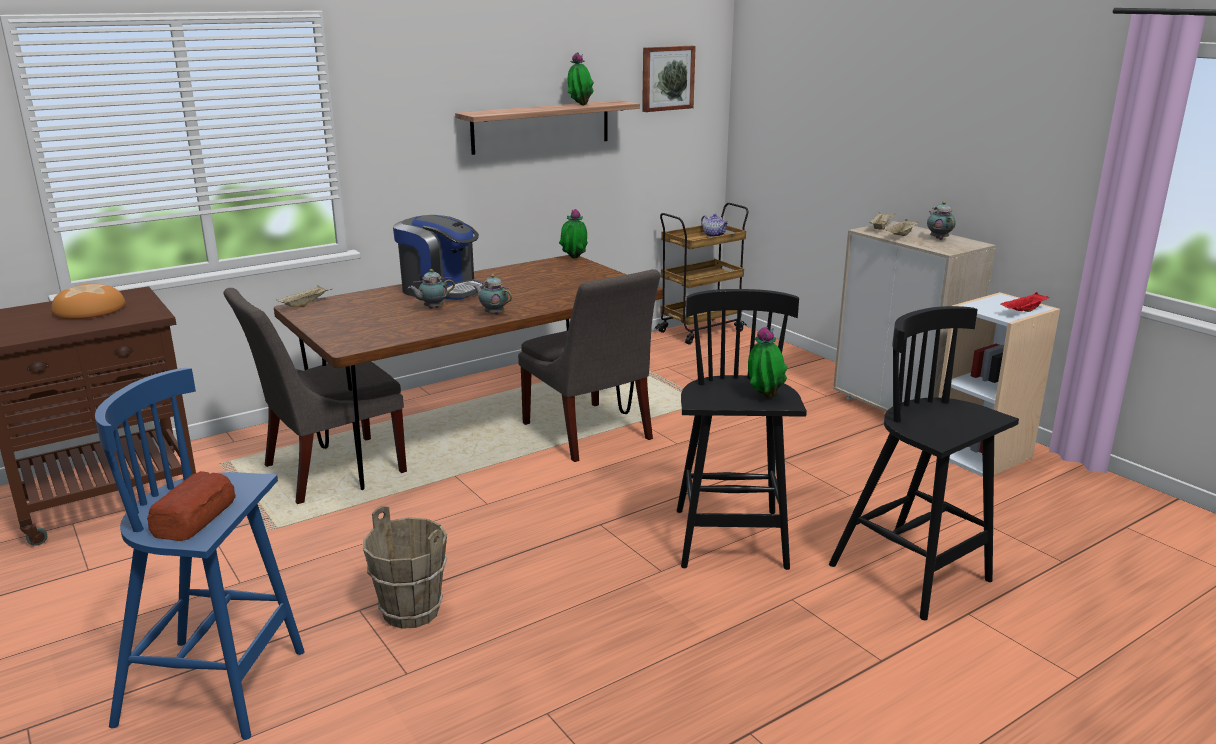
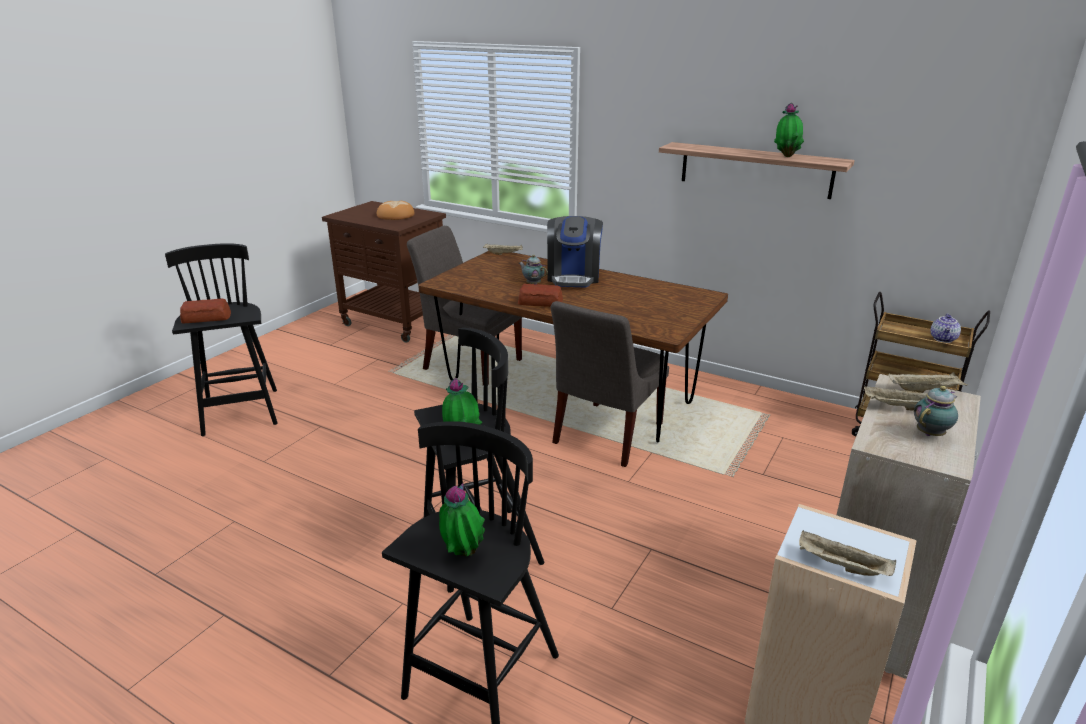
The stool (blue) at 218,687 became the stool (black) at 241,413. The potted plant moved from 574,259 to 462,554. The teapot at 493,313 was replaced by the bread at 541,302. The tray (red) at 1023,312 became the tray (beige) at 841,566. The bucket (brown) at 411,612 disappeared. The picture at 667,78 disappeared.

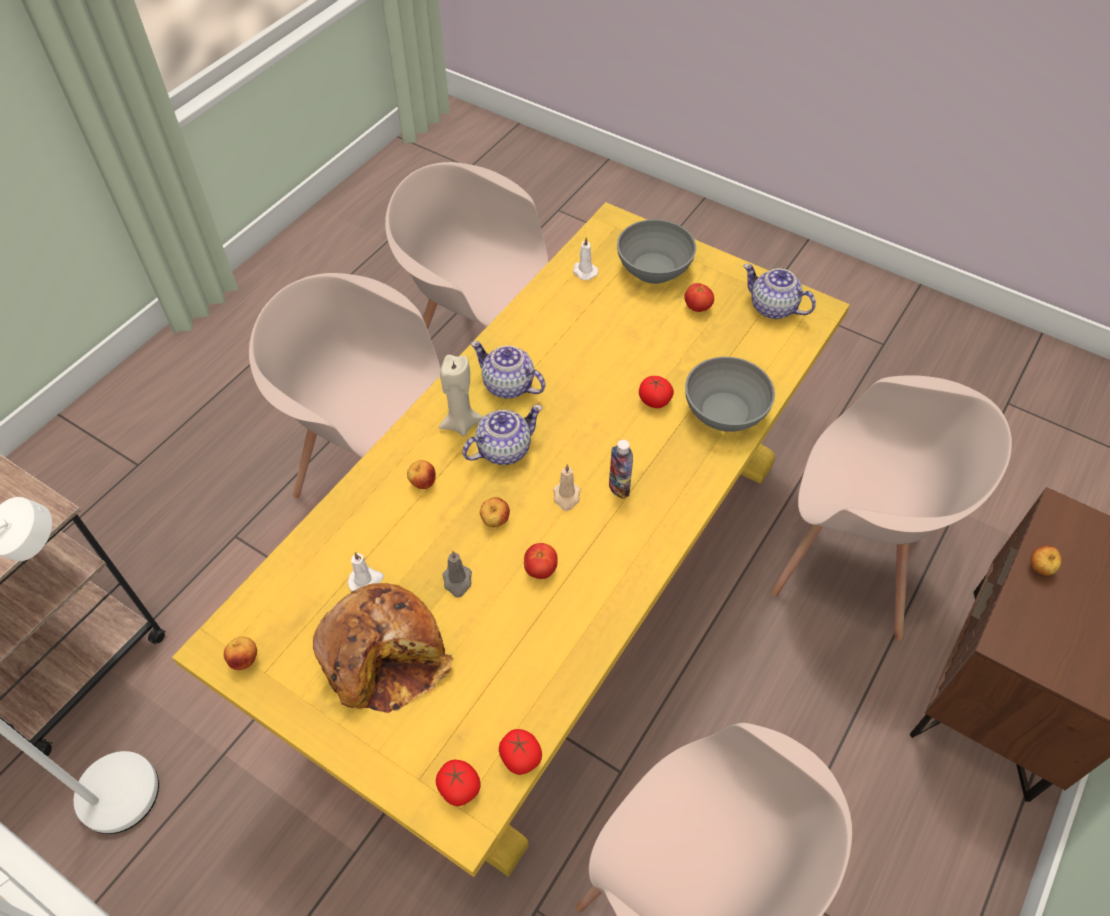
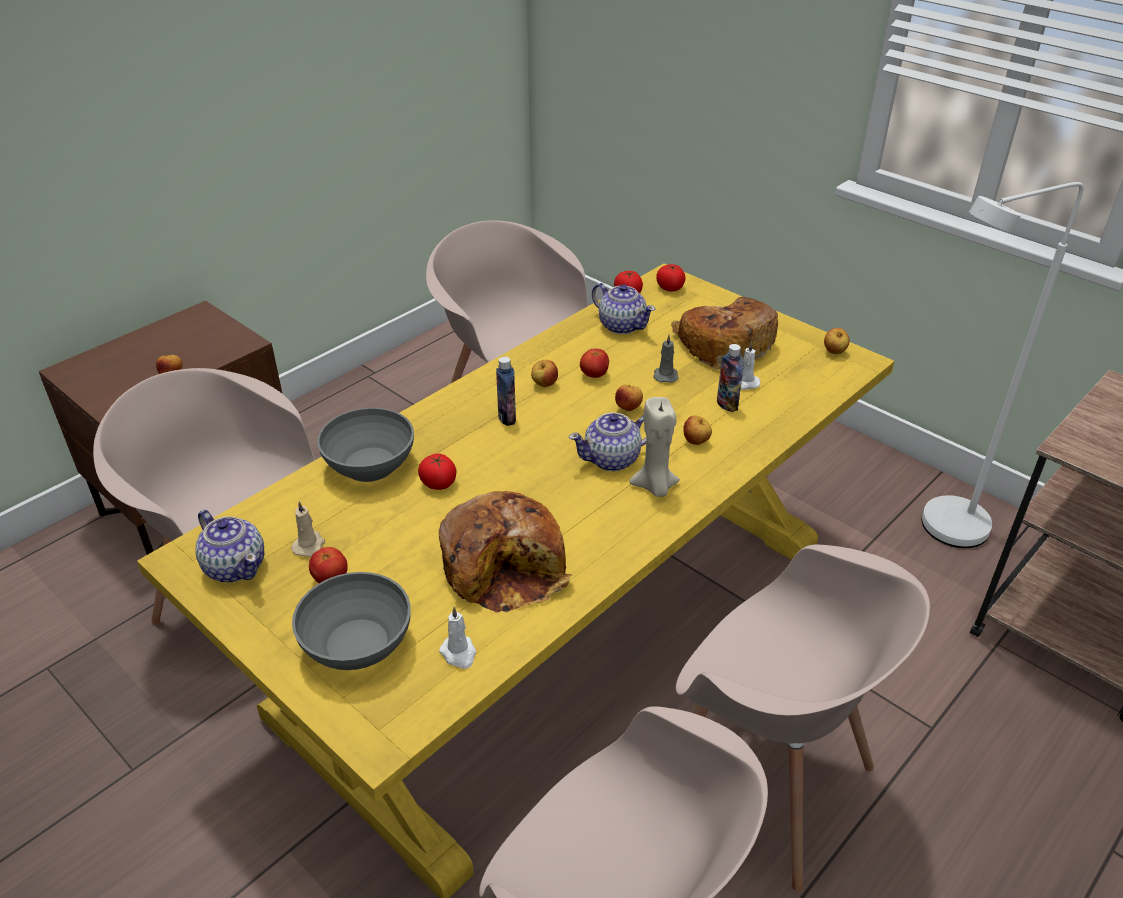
The candle (beige) moved from 566,497 to 309,545. The bread at 505,566 appeared. The apple at 544,384 appeared. The teapot moved from 508,386 to 621,325. The bottle at 727,405 appeared.

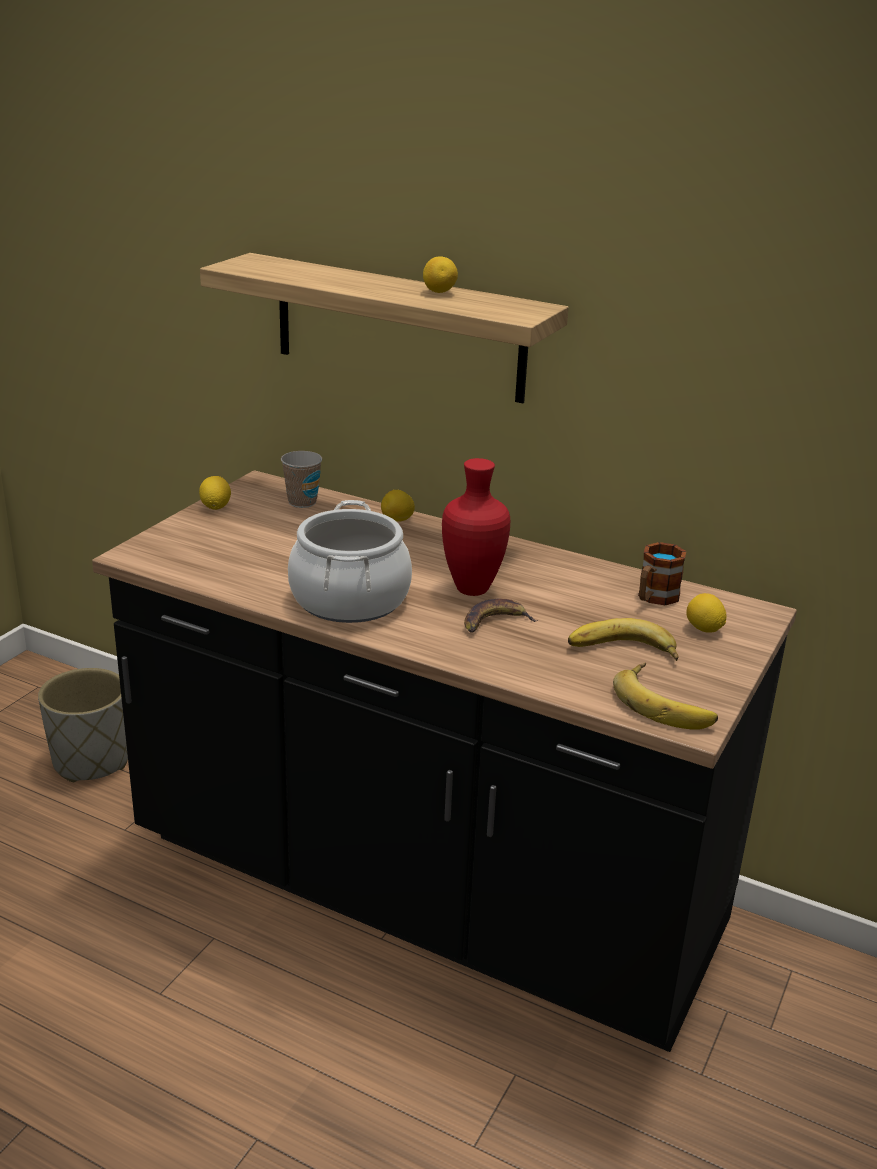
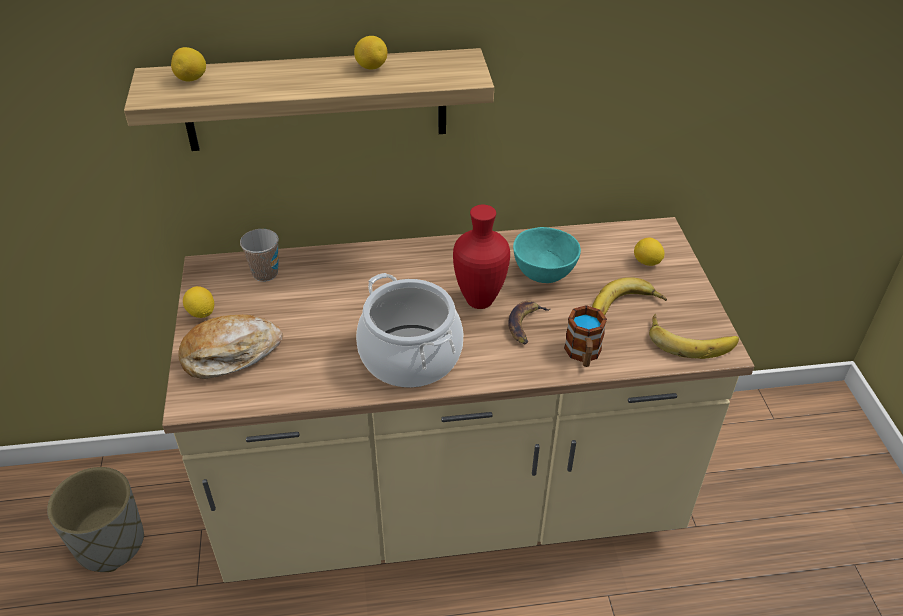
The counter (black) at 426,890 became the counter (beige) at 449,501. The lemon moved from 397,520 to 192,79. The bread at 230,354 appeared. The bowl (turquoise) at 543,274 appeared. The mug moved from 654,598 to 583,354.

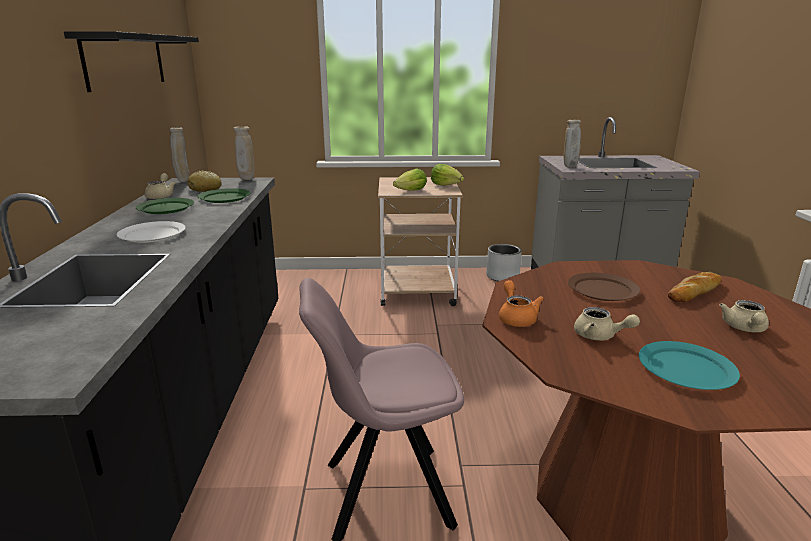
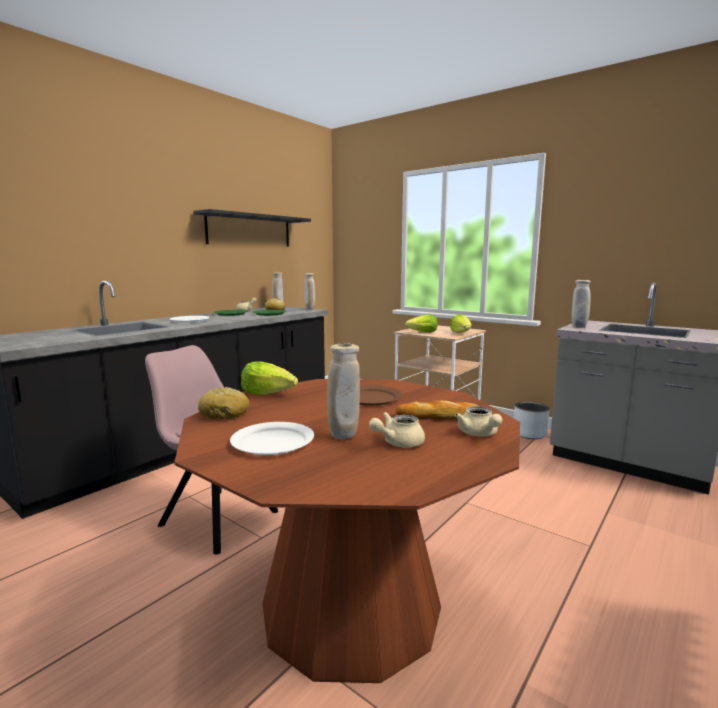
The bread at 225,414 appeared. The plate (turquoise) at 686,369 became the plate (white) at 273,442. The teapot (orange) at 516,317 was replaced by the lettuce at 268,394. The vase (beige) at 343,436 appeared. The teapot (beige) moved from 600,336 to 479,434.

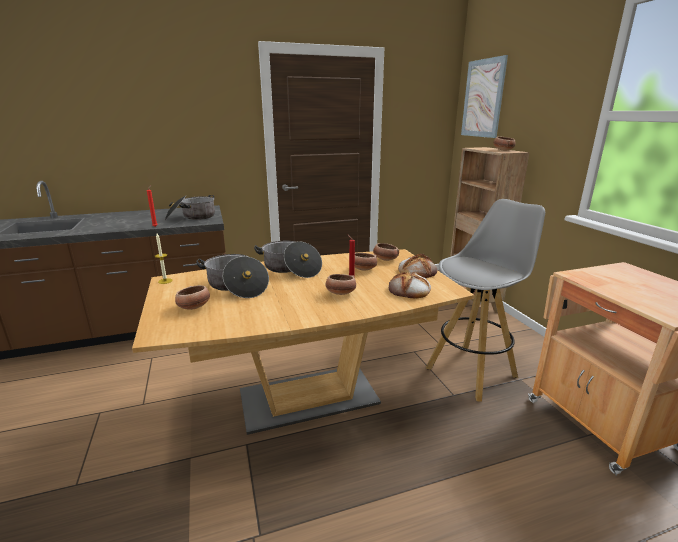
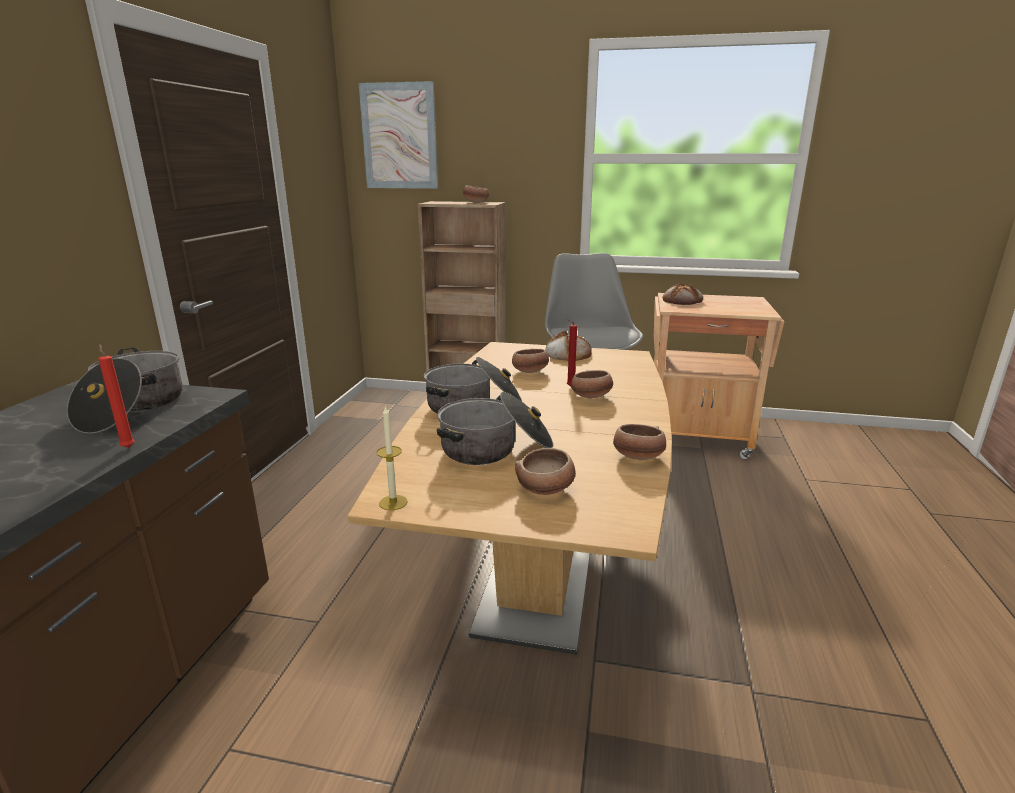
The bowl moved from 385,259 to 637,457. The bread moved from 409,290 to 682,300.

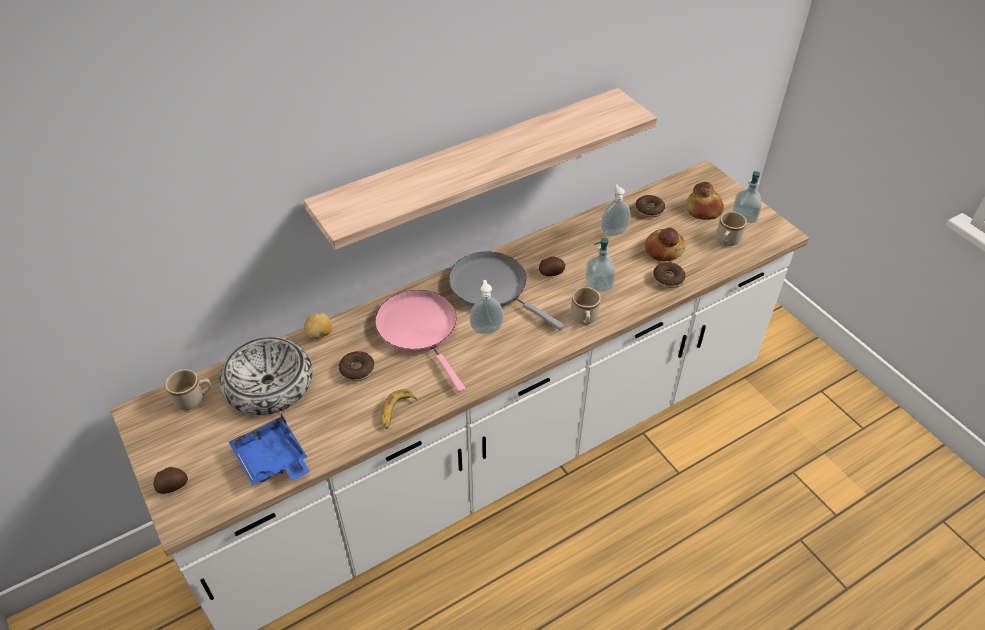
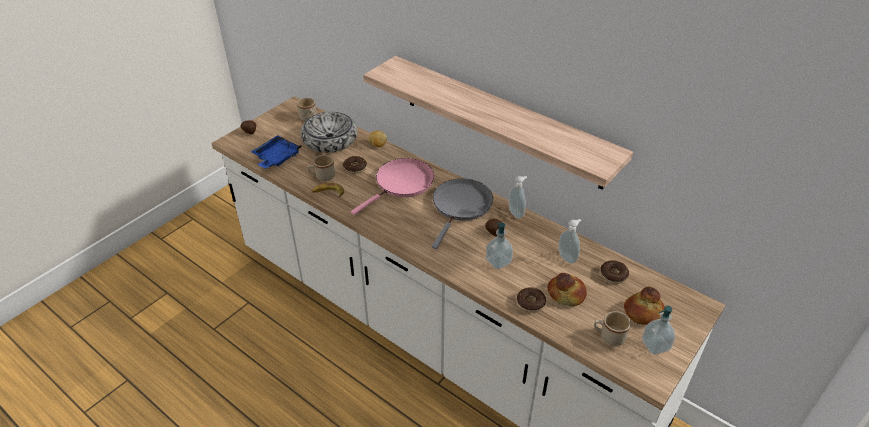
The mug (beige) moved from 584,319 to 322,176. The soap dispenser moved from 486,329 to 516,213.

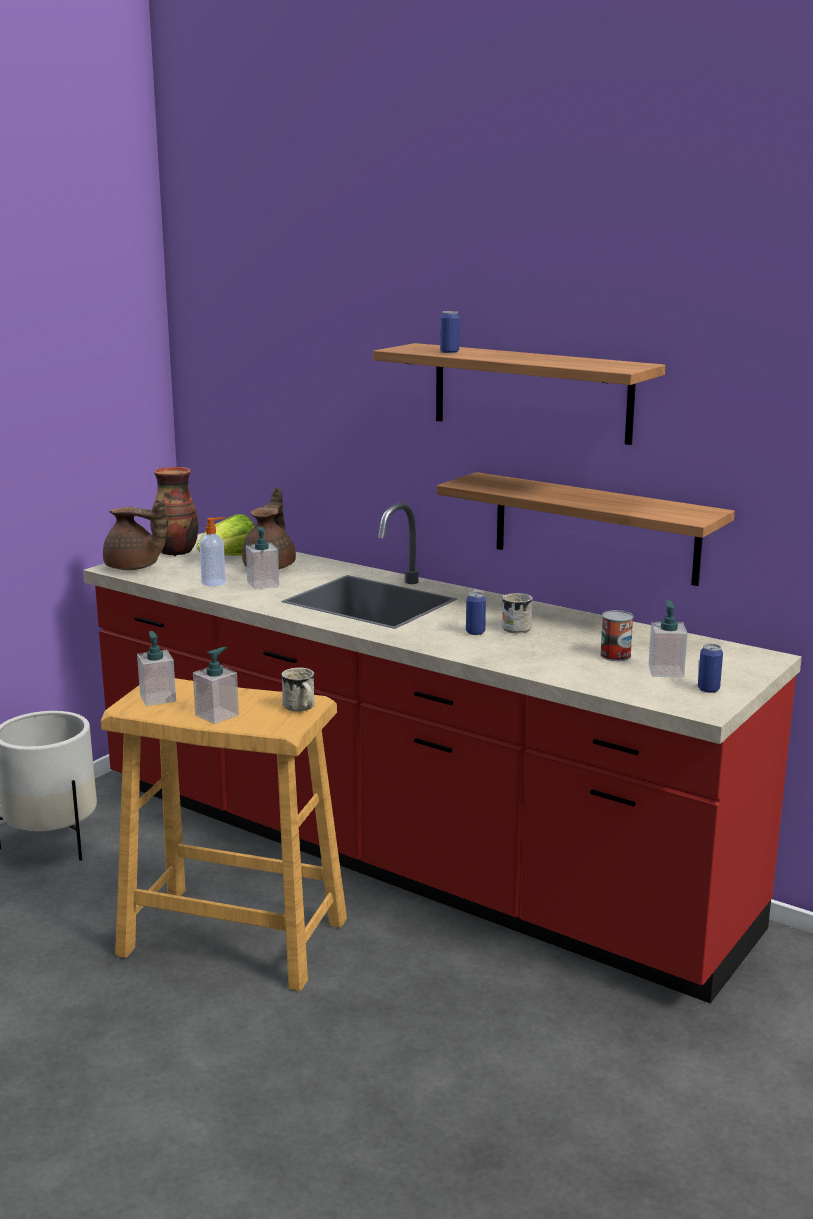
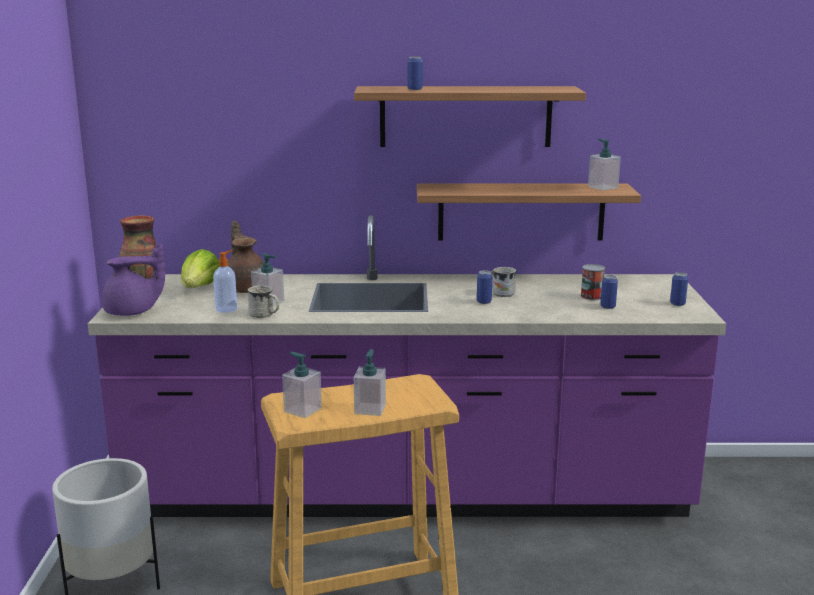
The counter (red) at 406,858 became the counter (purple) at 407,495. The teapot (brown) at 134,568 became the teapot (purple) at 133,312. The mug (white) moved from 300,708 to 264,315. The soap dispenser moved from 666,671 to 602,187. The can at 608,306 appeared.

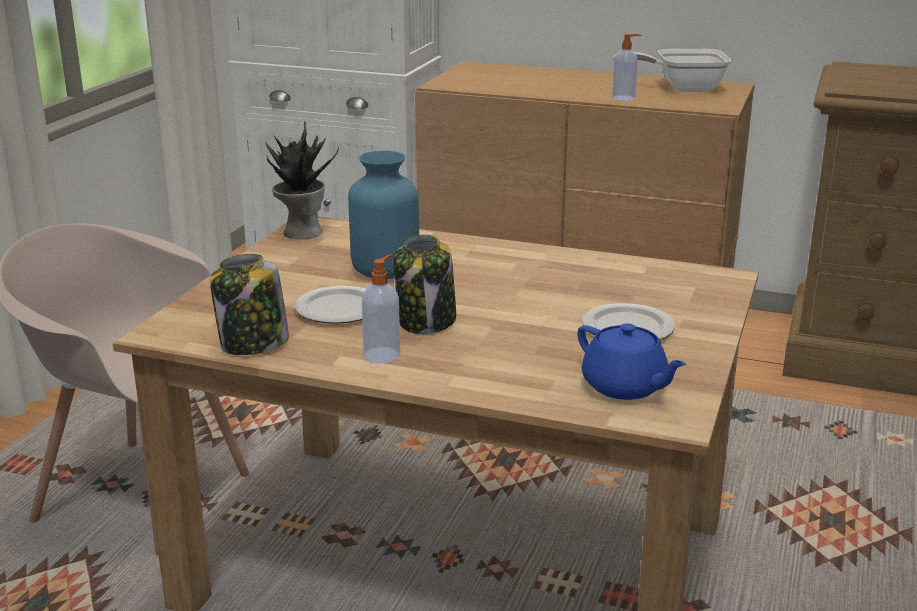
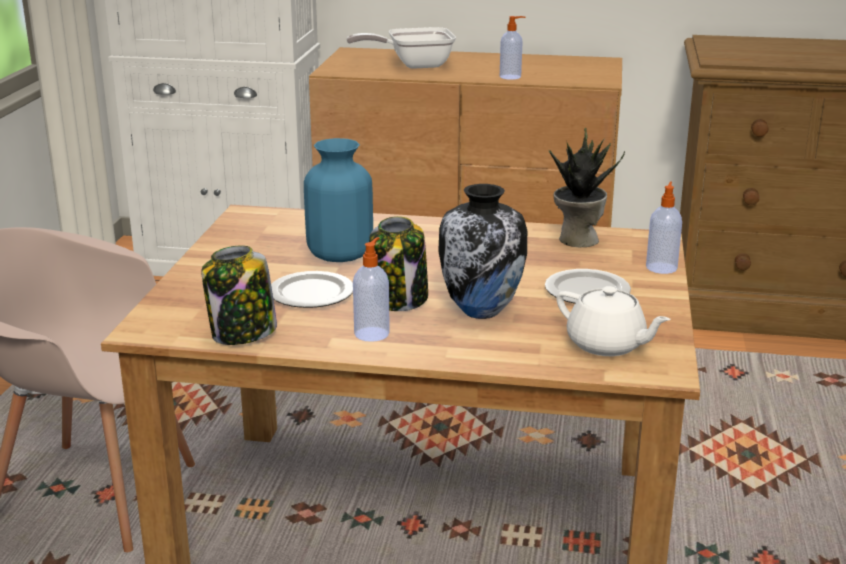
The frying pan moved from 682,88 to 413,65. The vase at 482,311 appeared. The potted plant moved from 301,232 to 577,239. The teapot (blue) at 625,387 became the teapot (white) at 607,345. The soap dispenser at 661,267 appeared.

